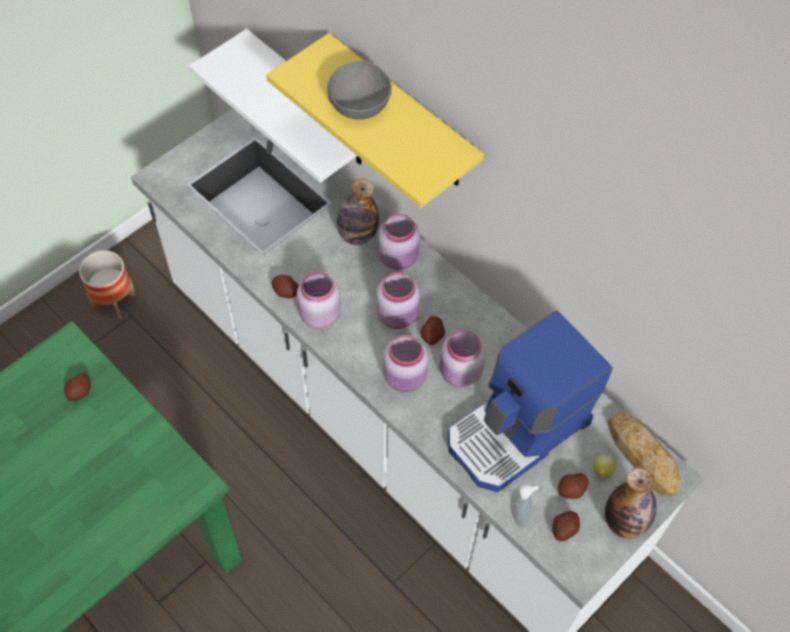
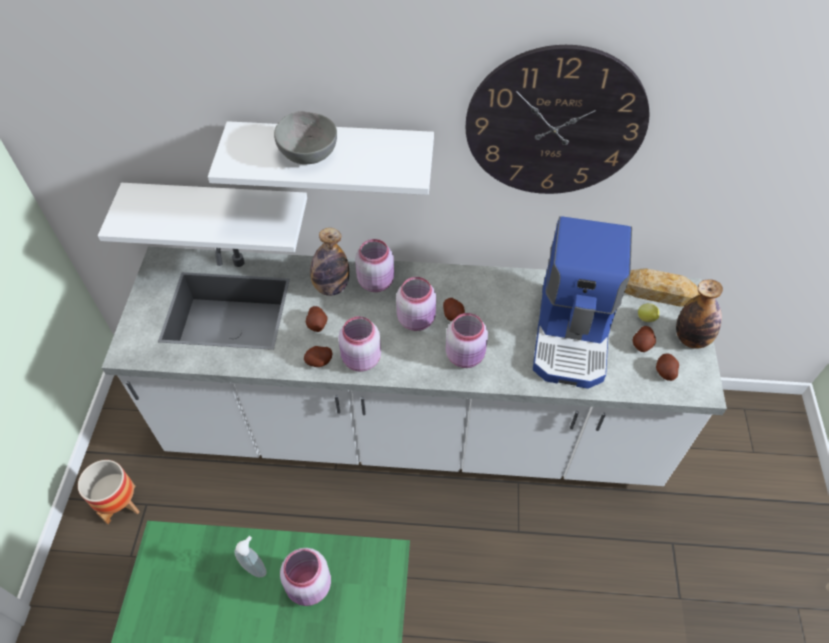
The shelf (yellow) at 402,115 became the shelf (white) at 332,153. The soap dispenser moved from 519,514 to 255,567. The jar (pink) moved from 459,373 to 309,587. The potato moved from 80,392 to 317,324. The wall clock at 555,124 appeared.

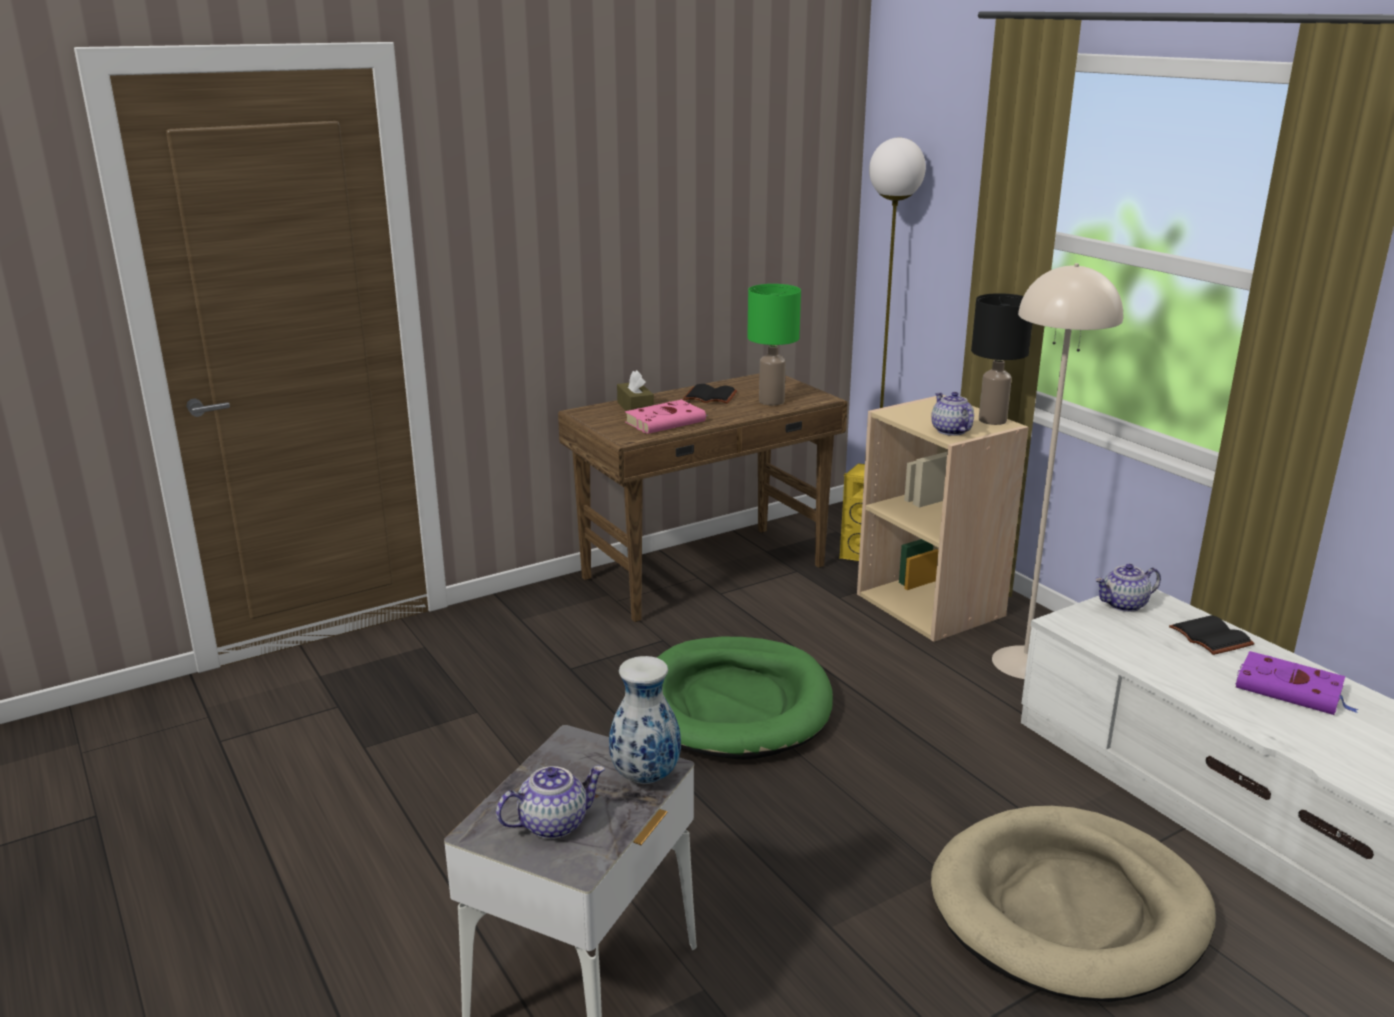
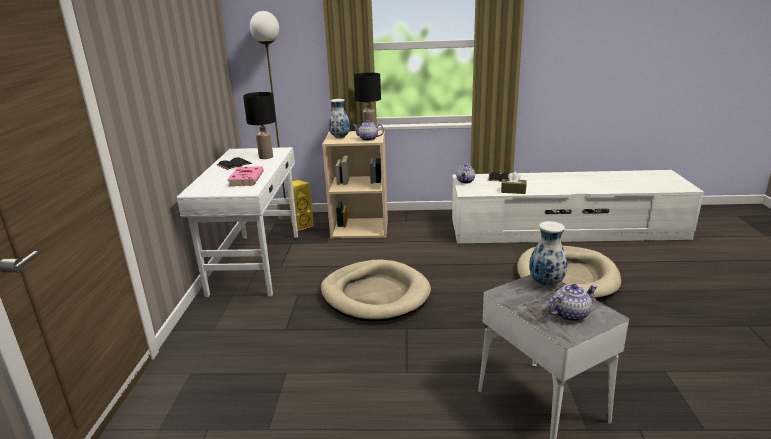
The console table (brown) at 705,572 became the console table (white) at 256,263. The table lamp (green) at 772,401 became the table lamp (black) at 266,157. The dog bed (green) at 735,704 became the dog bed (beige) at 375,294. The vase at 340,137 appeared. The tissue box (brown) moved from 635,408 to 513,191. The teapot at 553,823 turned 60 degrees clockwise. The floor lamp (beige) at 1026,662 disappeared. The book (purple) at 1292,690 disappeared.

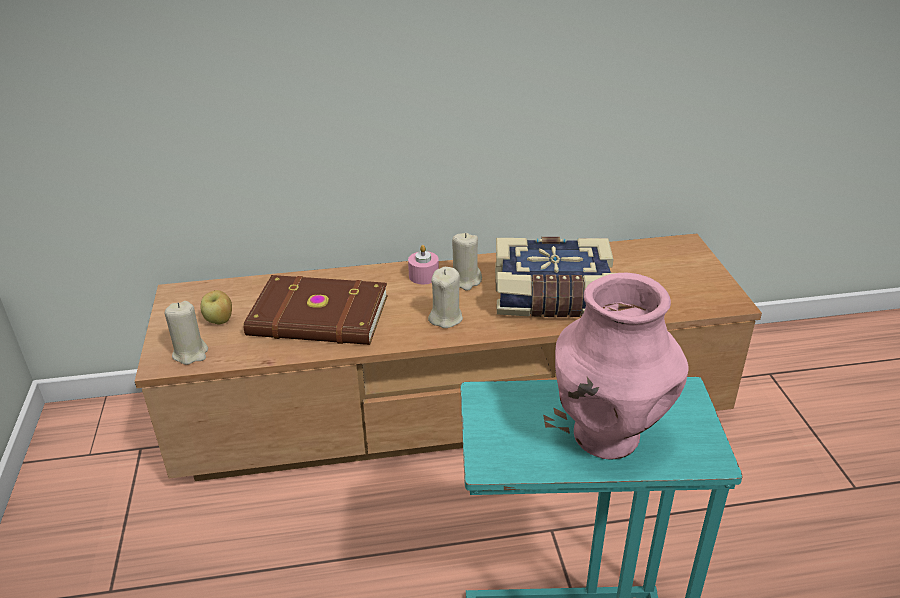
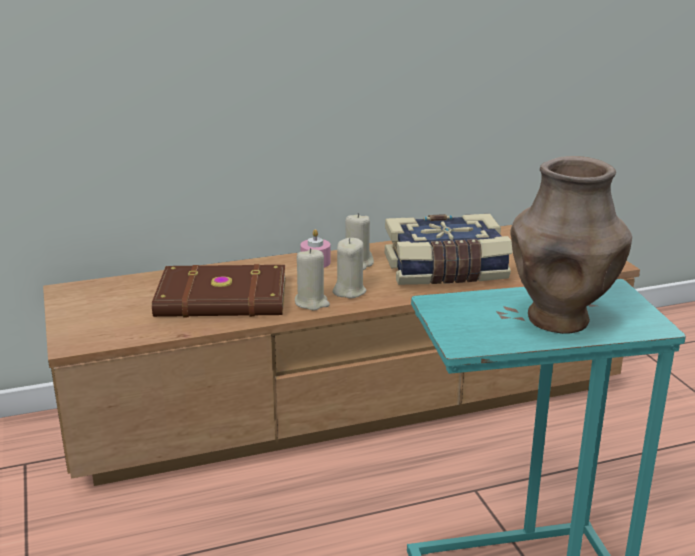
The candle (beige) moved from 190,353 to 311,303. The vase (pink) at 607,437 became the vase (brown) at 559,320. The apple at 220,321 disappeared.

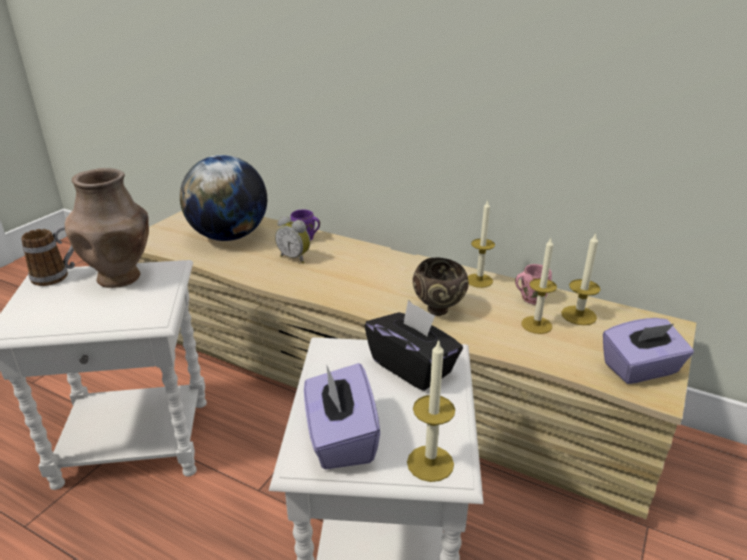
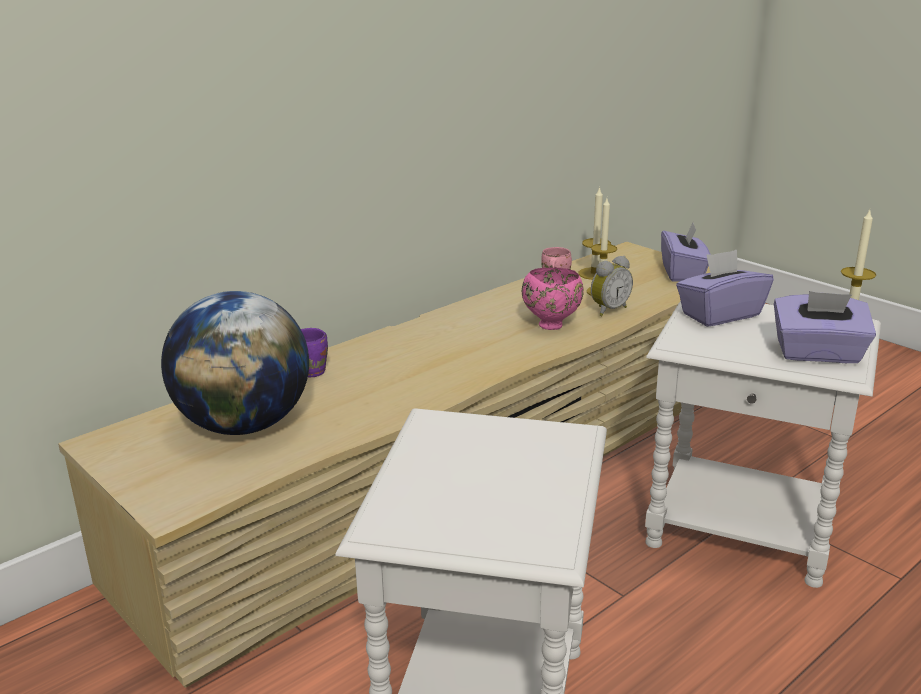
The bowl (brown) at 439,310 became the bowl (pink) at 552,325. The alarm clock moved from 295,258 to 608,310. The tissue box (black) at 412,366 became the tissue box (purple) at 720,314. The mug at 57,275 disappeared. The vase (brown) at 120,277 disappeared. The candle at 479,280 disappeared.

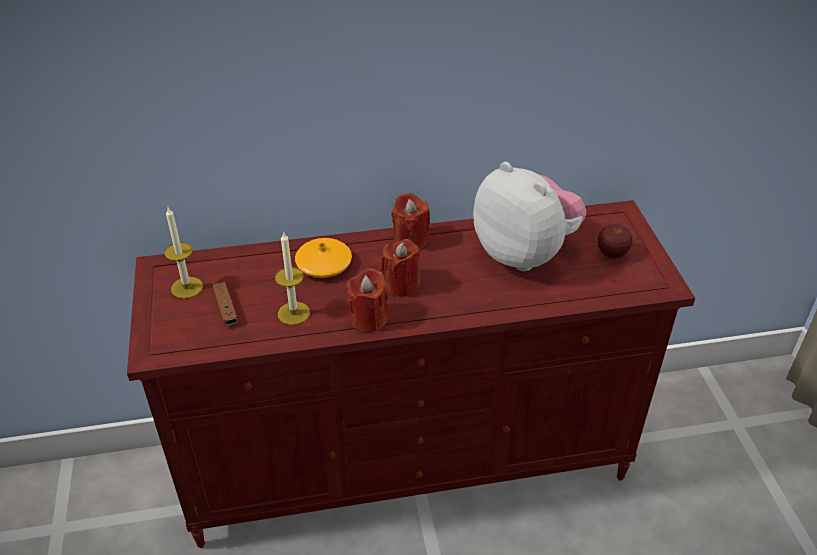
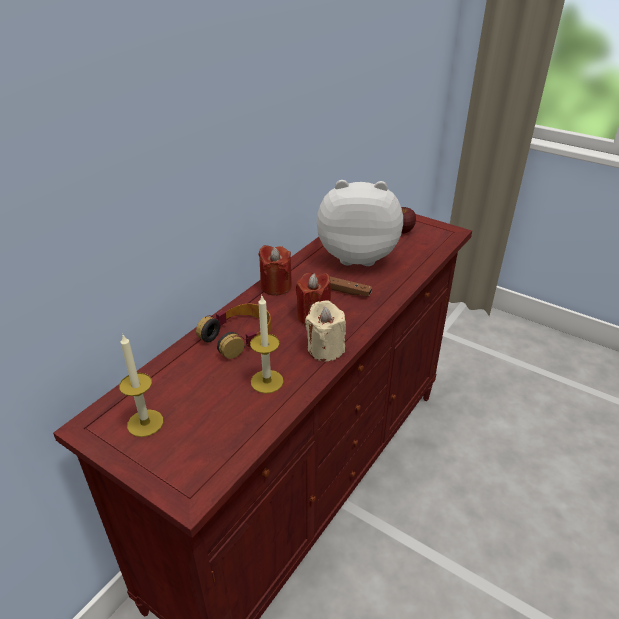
The vase (orange) at 324,264 was replaced by the headphones at 238,336. The candle (red) at 369,318 became the candle (beige) at 325,349. The game controller (brown) moved from 226,308 to 347,291.

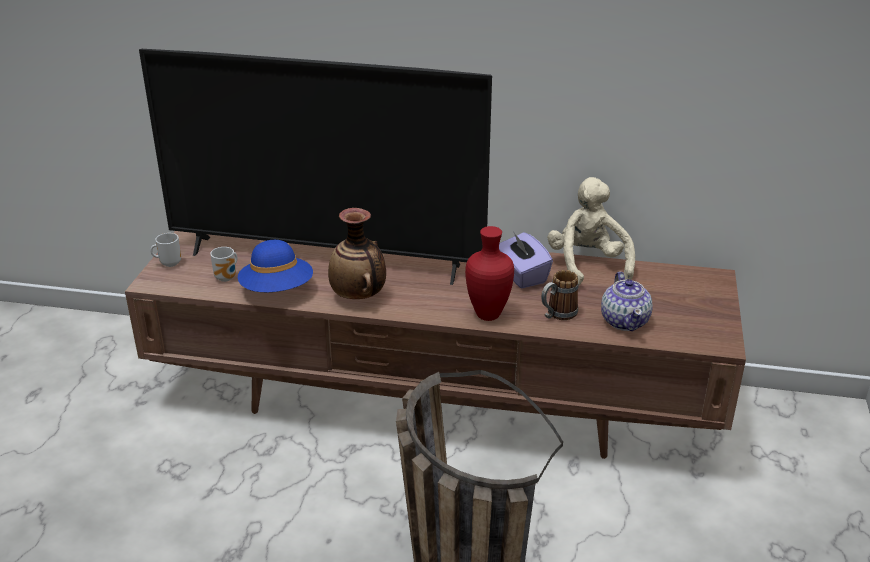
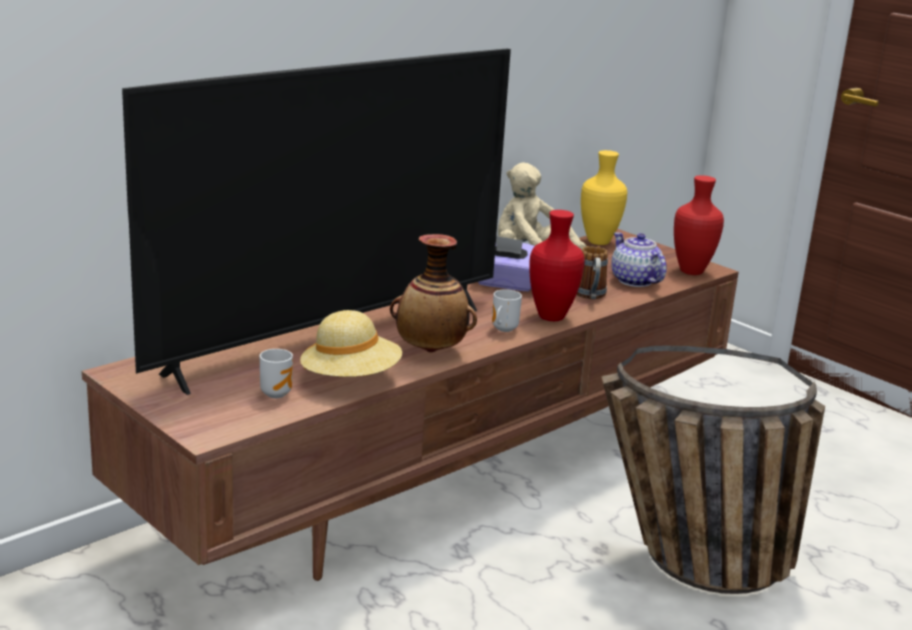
The hat (blue) at 277,290 became the hat (beige) at 351,379. The mug moved from 169,263 to 502,329. The vase (yellow) at 597,242 appeared. The teapot at 625,321 turned 150 degrees counterclockwise. The vase (red) at 693,272 appeared.

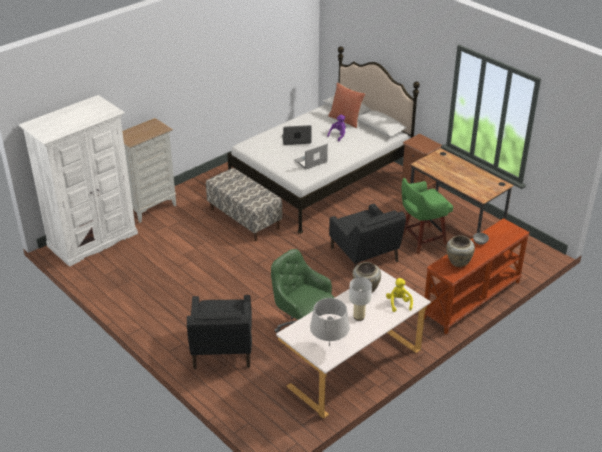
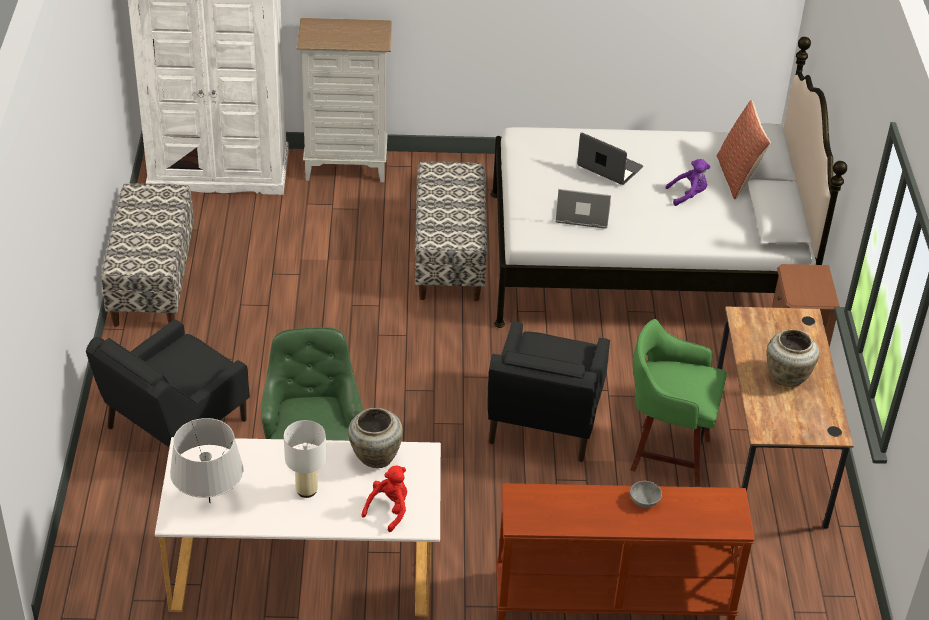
The bench at 152,281 appeared. The plush toy (yellow) at 398,303 became the plush toy (red) at 389,509. The vase (beige) moved from 458,261 to 787,376.

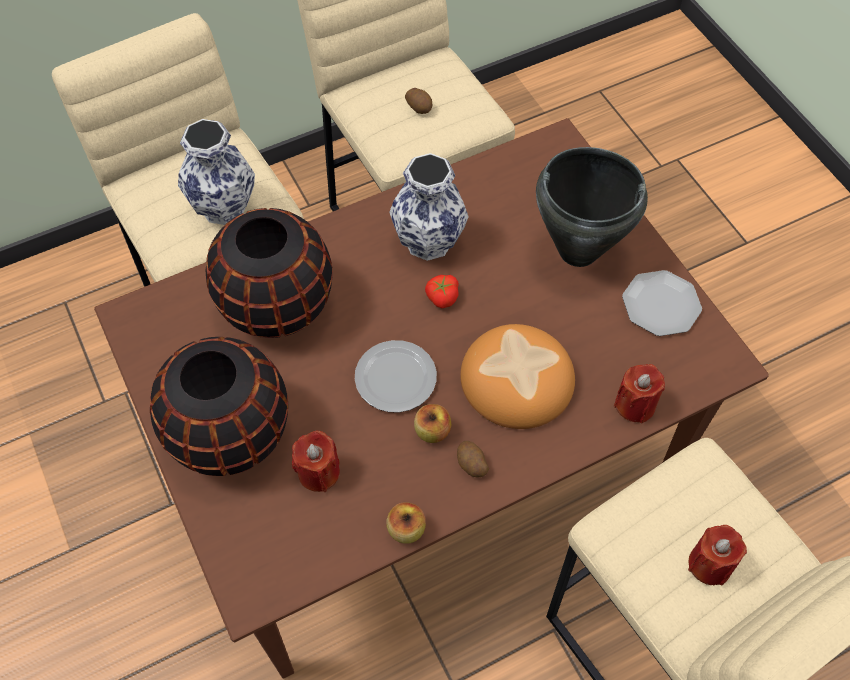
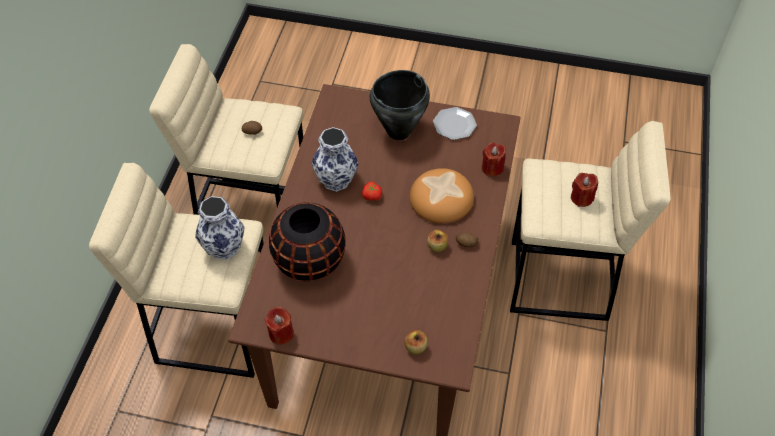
The candle (red) moved from 318,472 to 281,333. The apple moved from 406,529 to 415,347. The vase (black) at 229,434 disappeared. The plate at 395,376 disappeared.

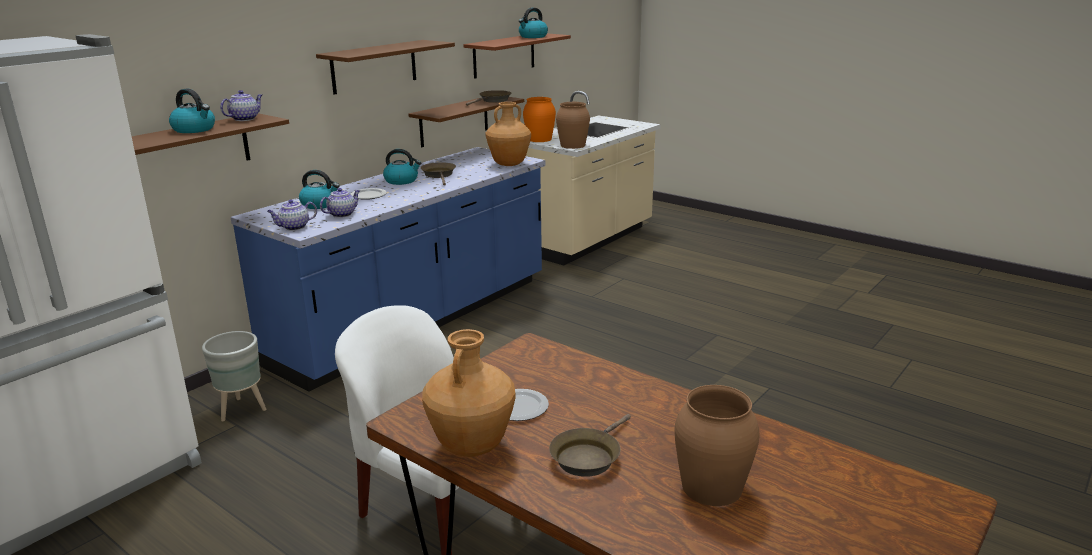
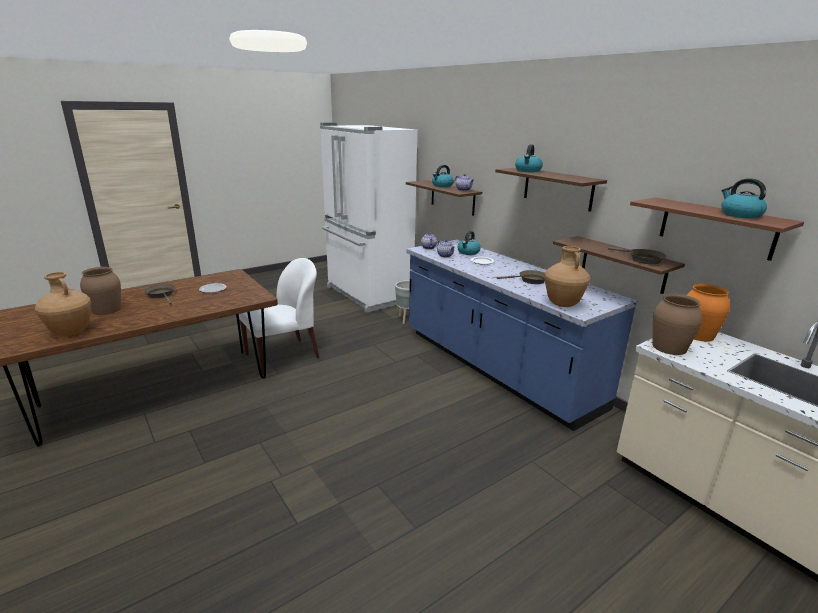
The vase (brown) moved from 472,446 to 71,333. The kettle moved from 402,181 to 528,171.

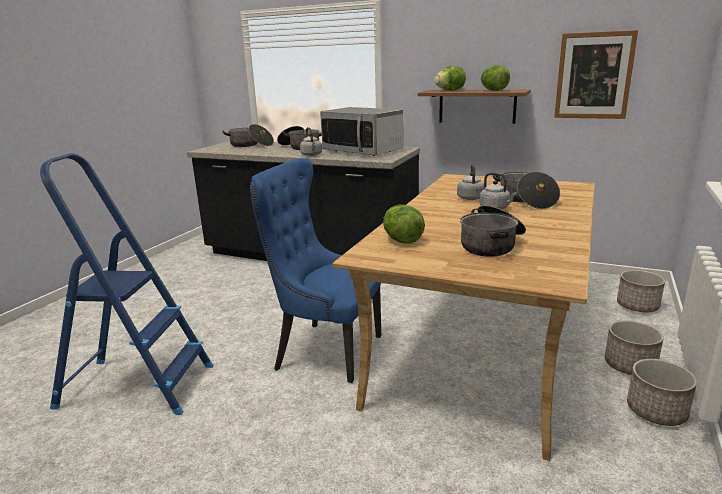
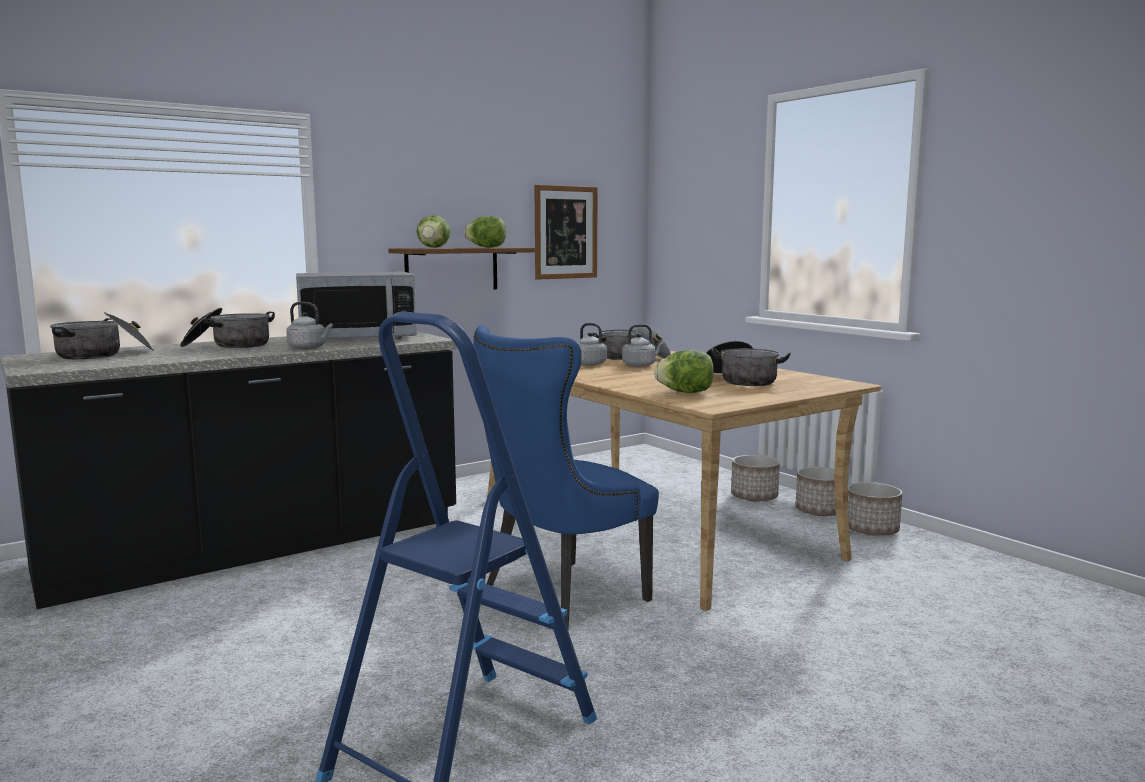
The planter moved from 637,306 to 871,530.

